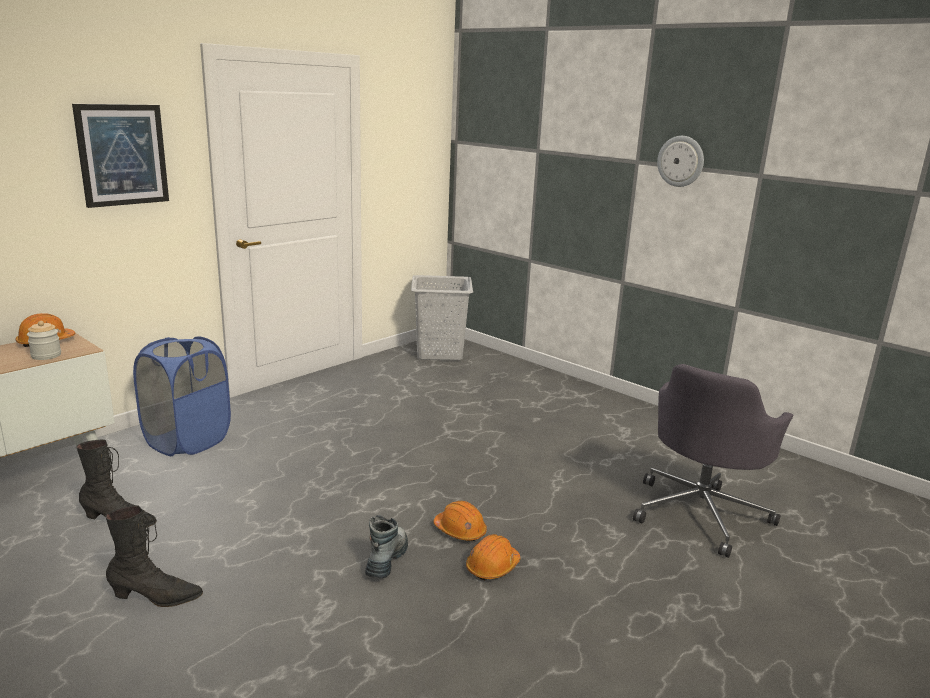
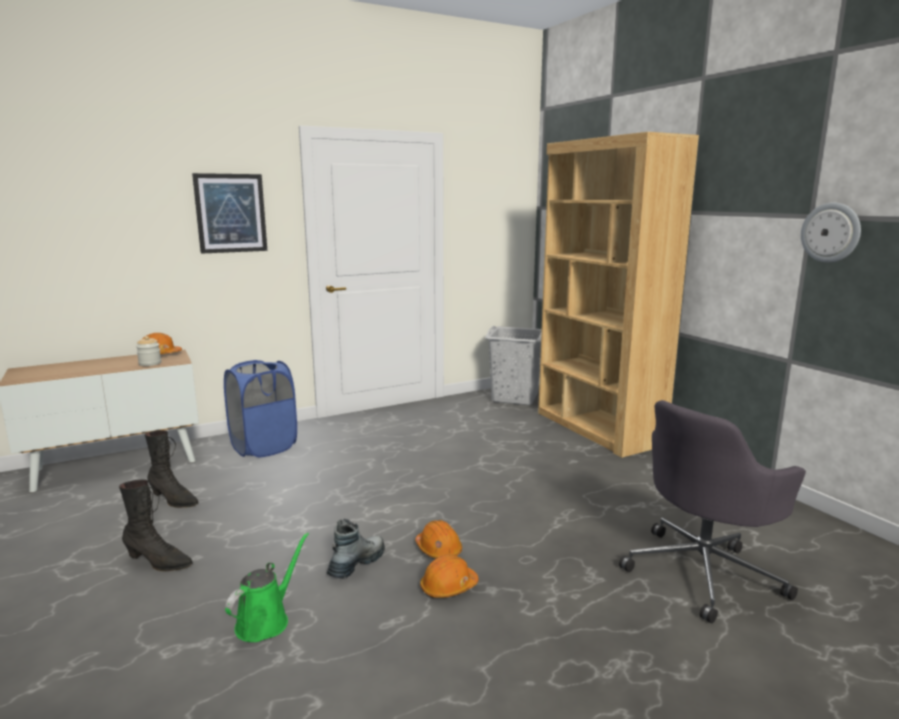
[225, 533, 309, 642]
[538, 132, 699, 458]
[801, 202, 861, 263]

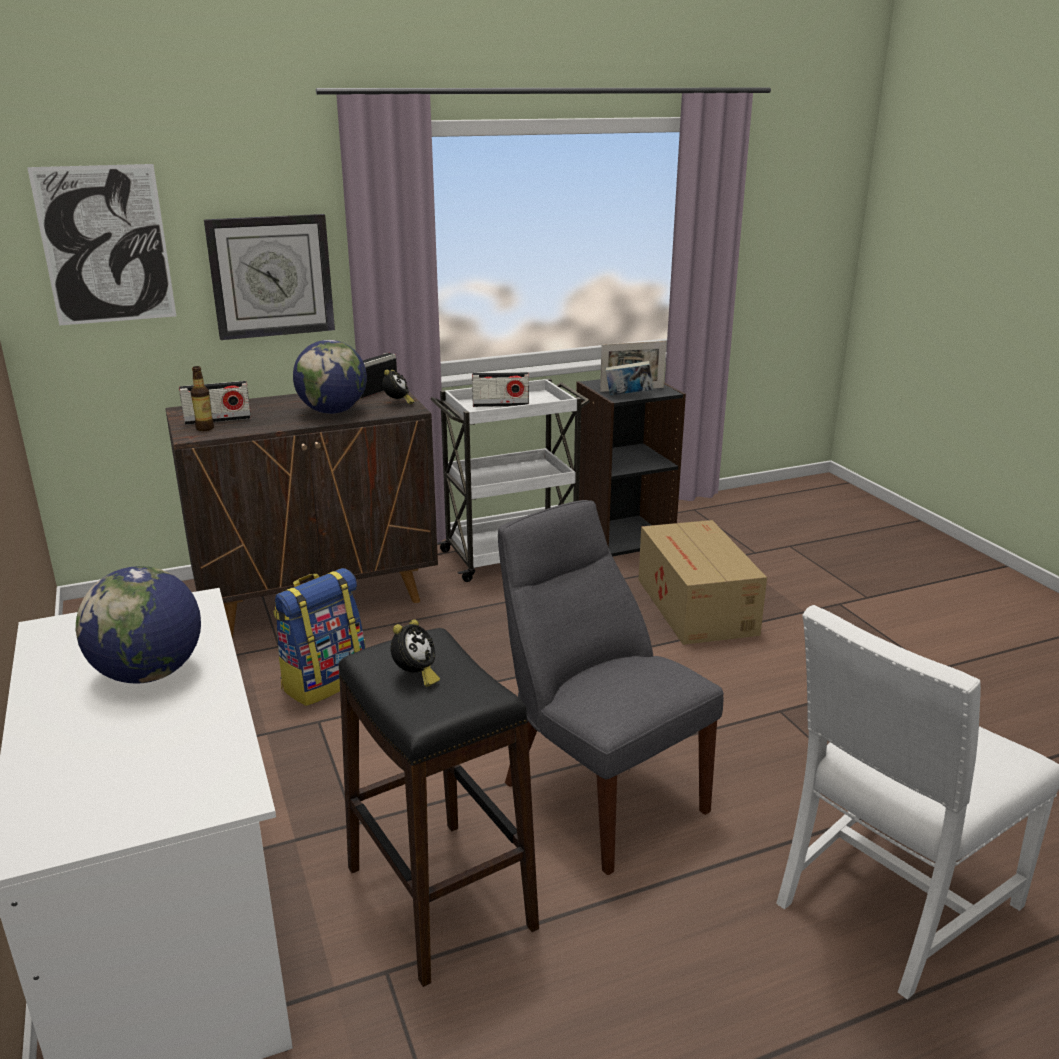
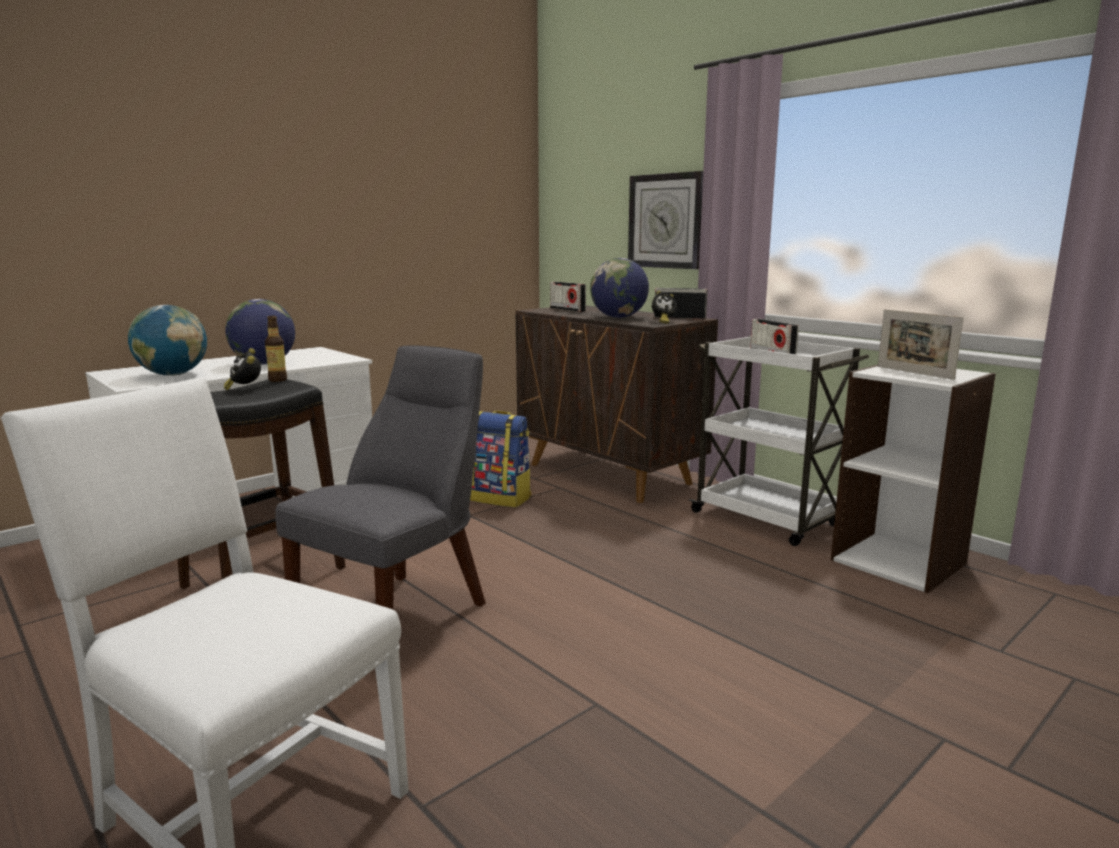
[128, 305, 207, 376]
[224, 348, 261, 390]
[265, 316, 287, 382]
[831, 365, 996, 593]
[27, 164, 176, 326] (first image)
[606, 361, 654, 395] (first image)
[638, 520, 767, 645] (first image)

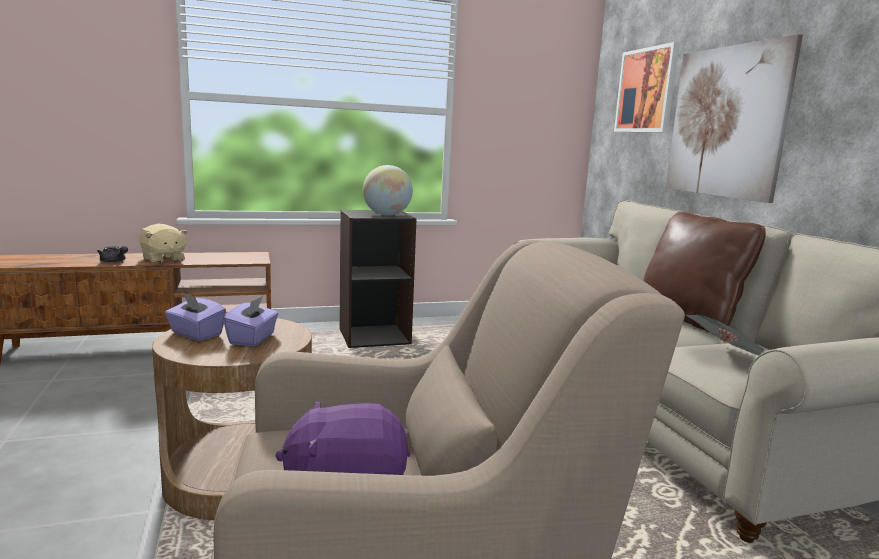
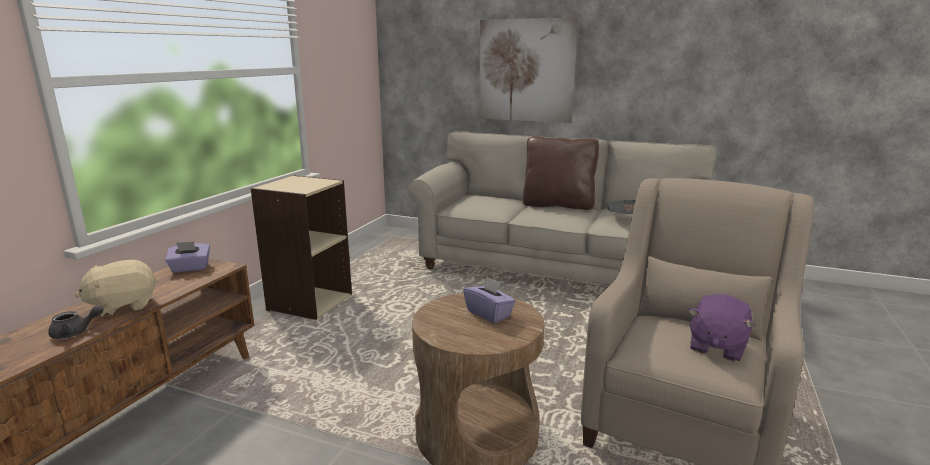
[75, 260, 157, 317]
[165, 241, 210, 273]
[251, 175, 352, 320]
[363, 165, 413, 216] (first image)
[614, 42, 679, 132] (first image)

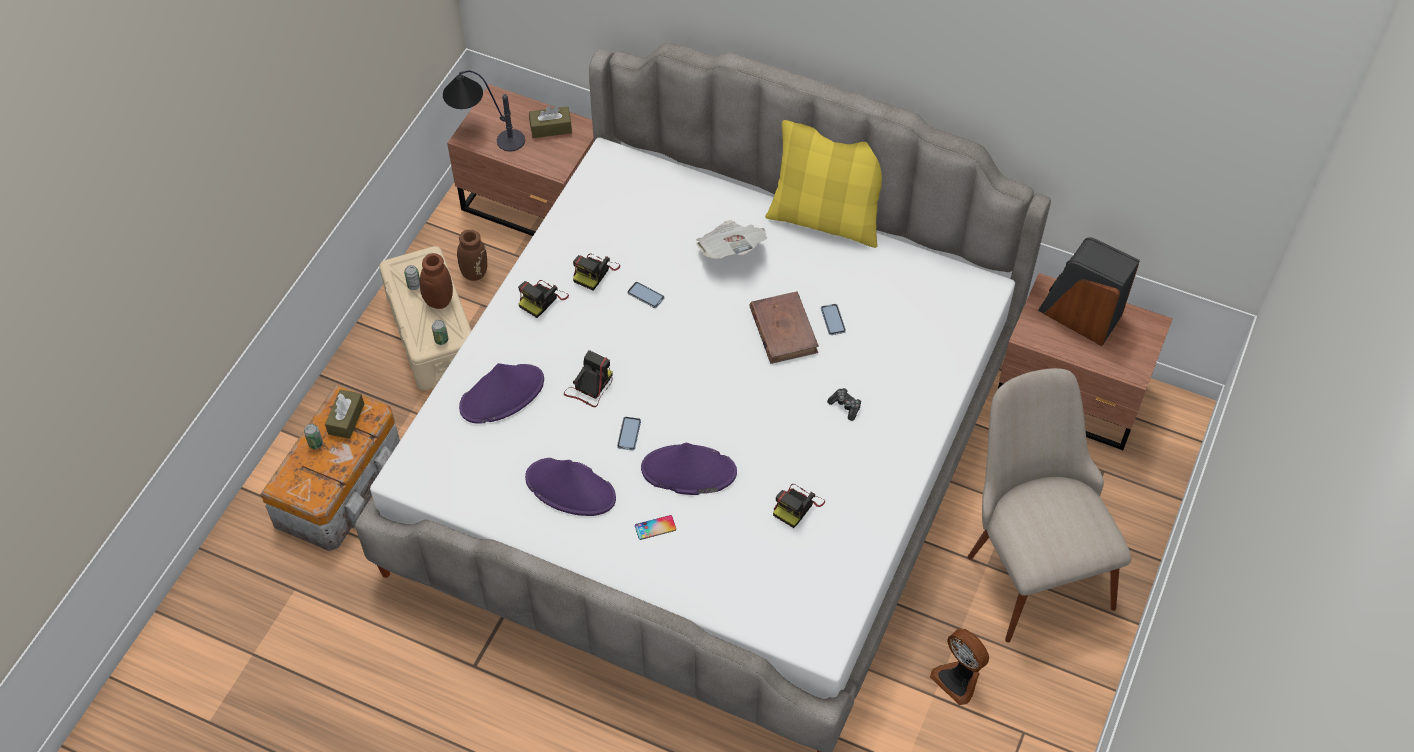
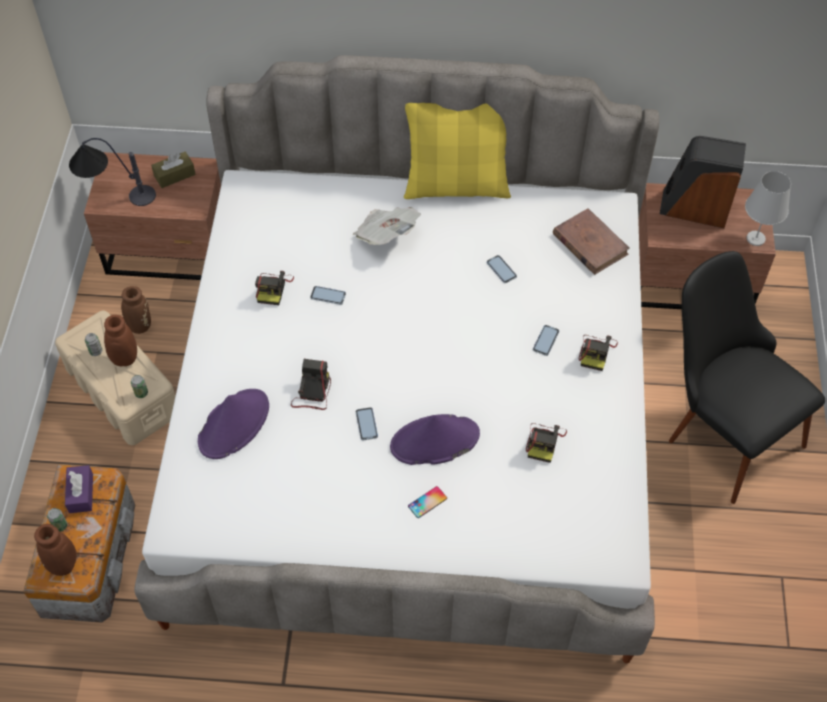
[34, 524, 77, 576]
[65, 465, 93, 513]
[533, 325, 559, 356]
[553, 208, 630, 275]
[579, 335, 618, 371]
[669, 251, 825, 504]
[745, 171, 791, 246]
[525, 458, 616, 516] (first image)
[930, 628, 989, 705] (first image)

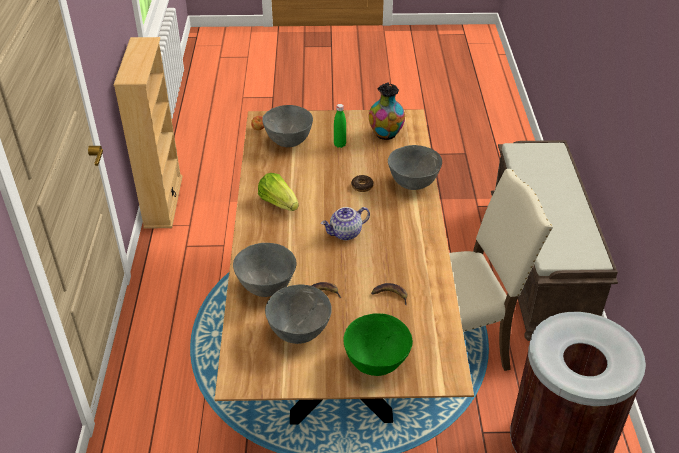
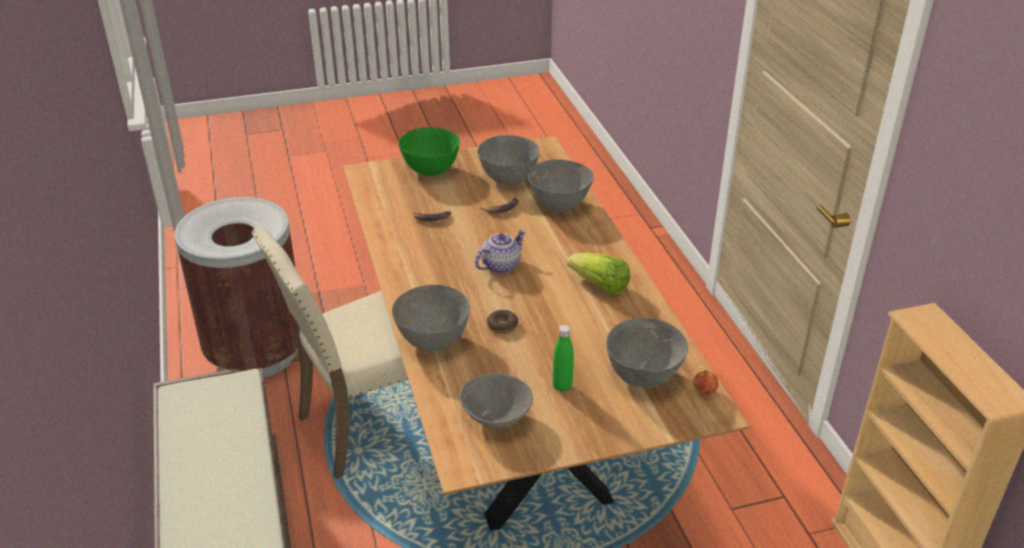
[460, 374, 533, 429]

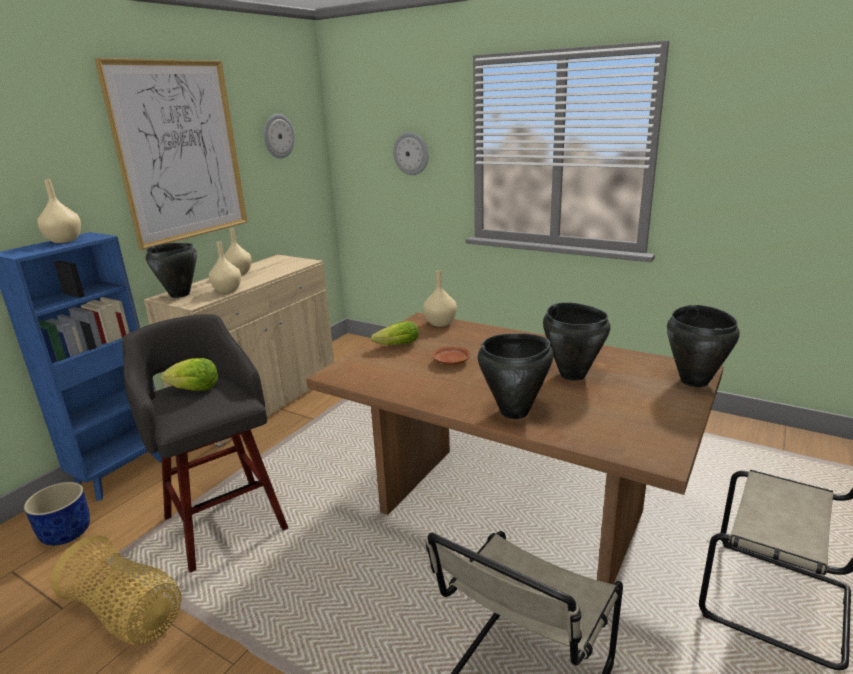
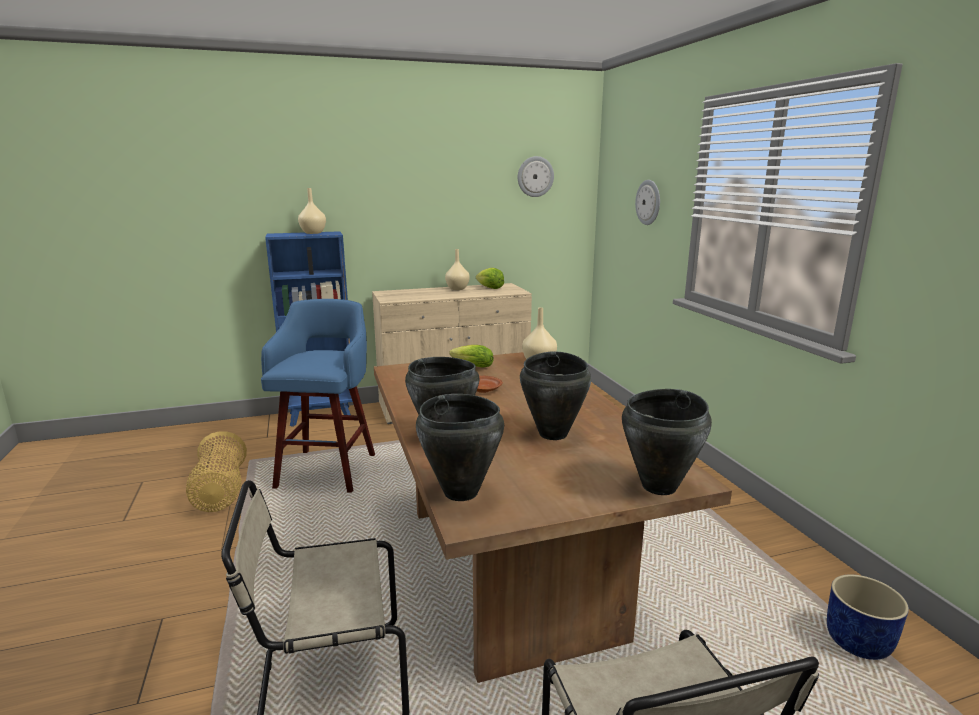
[261, 299, 375, 493]
[416, 394, 504, 501]
[476, 268, 504, 289]
[827, 574, 909, 660]
[95, 58, 248, 250] (first image)
[209, 241, 241, 293] (first image)

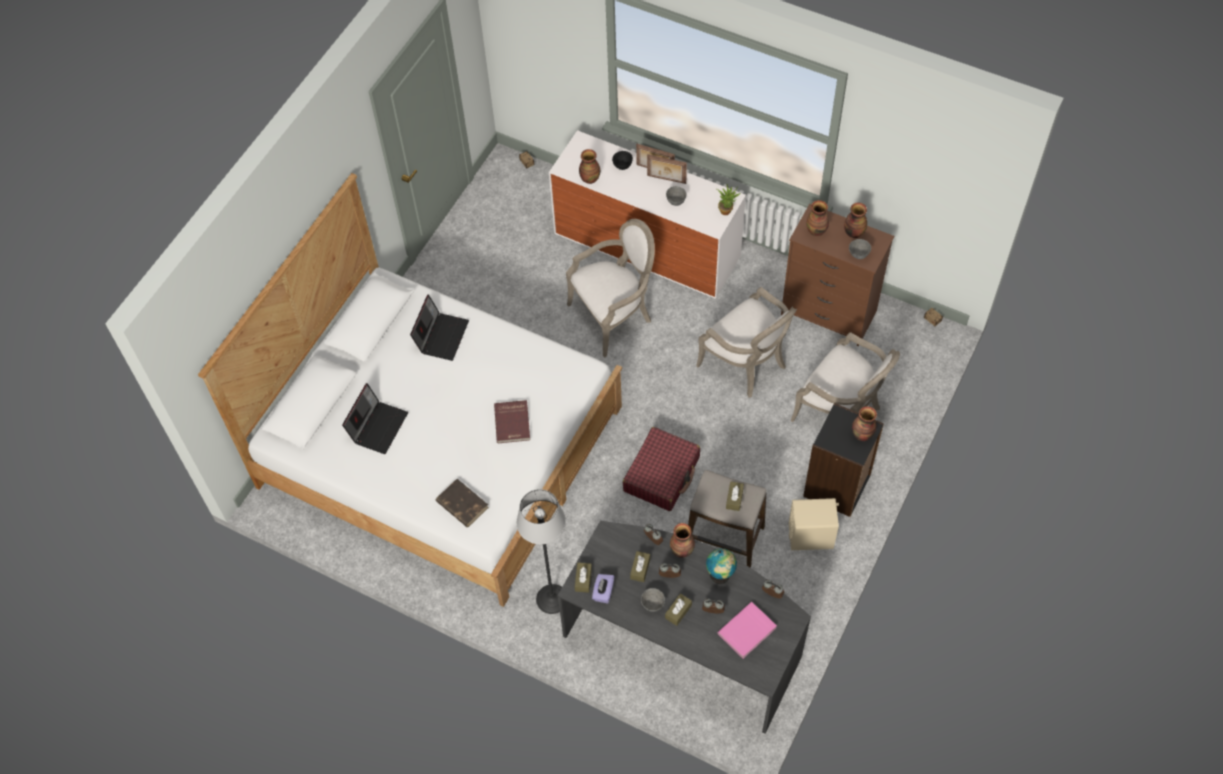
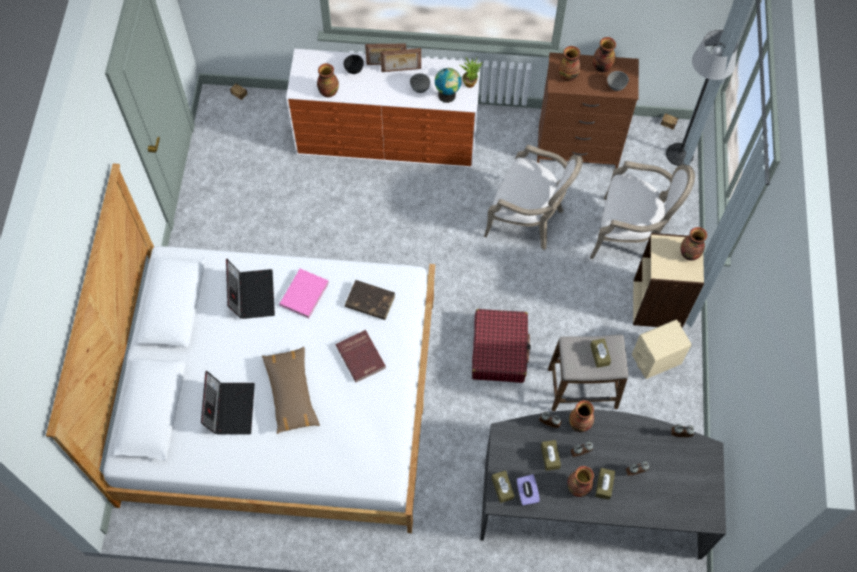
[262, 346, 320, 434]
[279, 269, 329, 318]
[345, 280, 395, 320]
[435, 68, 461, 103]
[567, 466, 594, 497]
[633, 233, 704, 328]
[666, 30, 738, 166]
[566, 219, 655, 358] (first image)

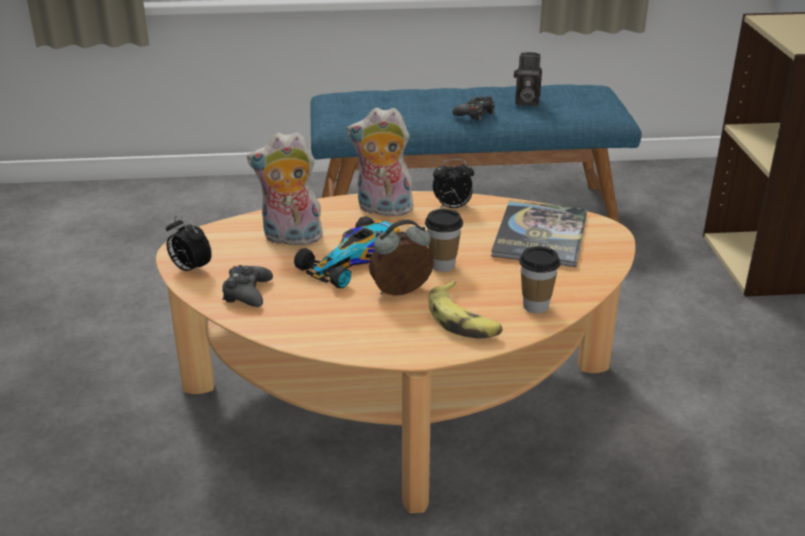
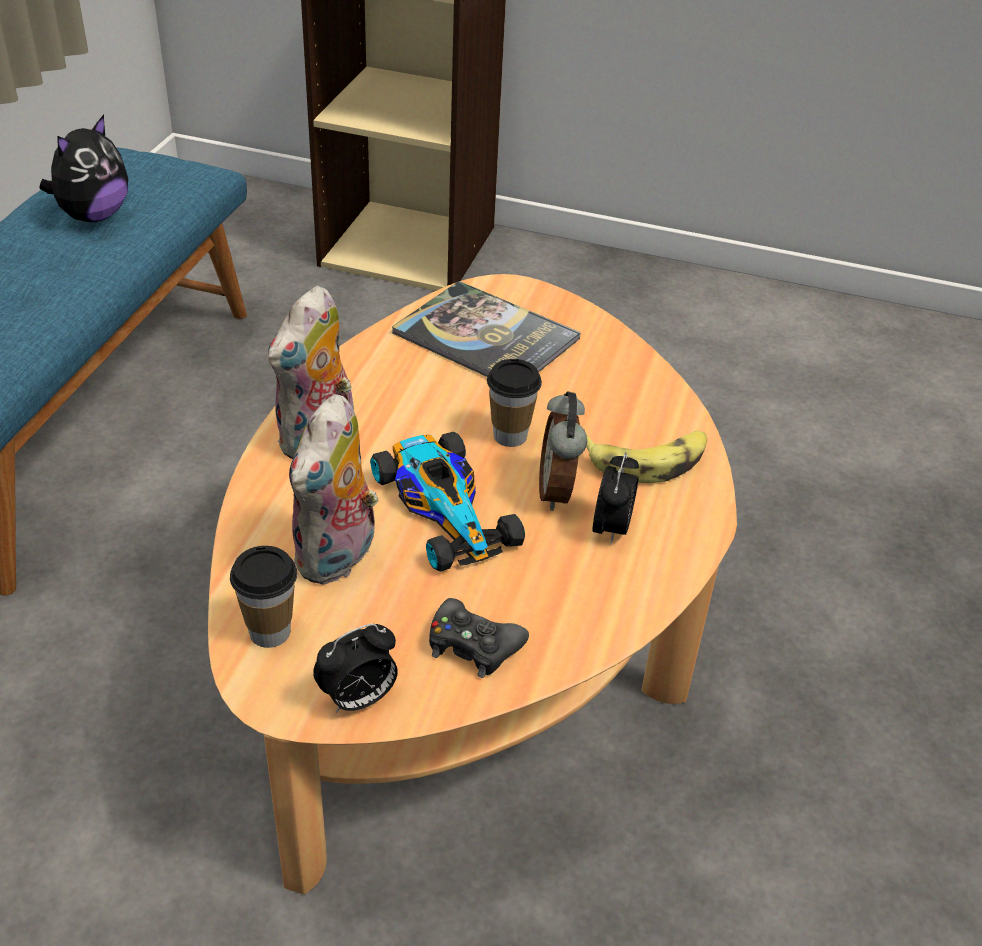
[39, 115, 128, 222]
[230, 546, 297, 648]
[593, 452, 639, 545]
[452, 95, 495, 121] (first image)

